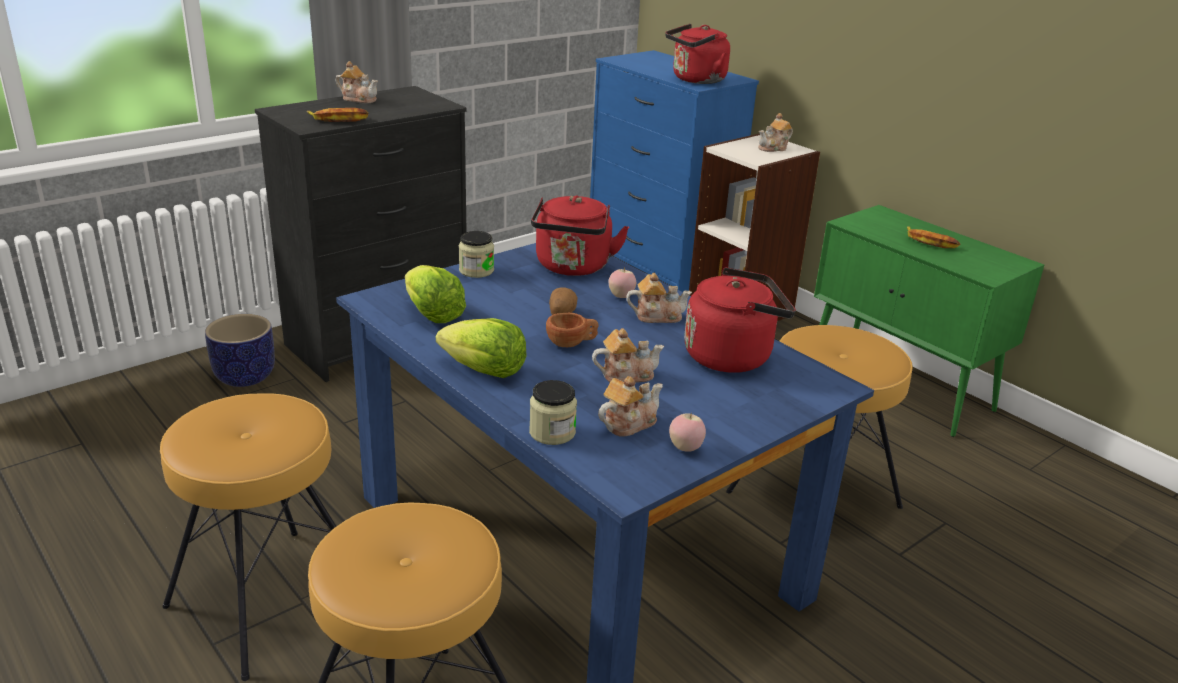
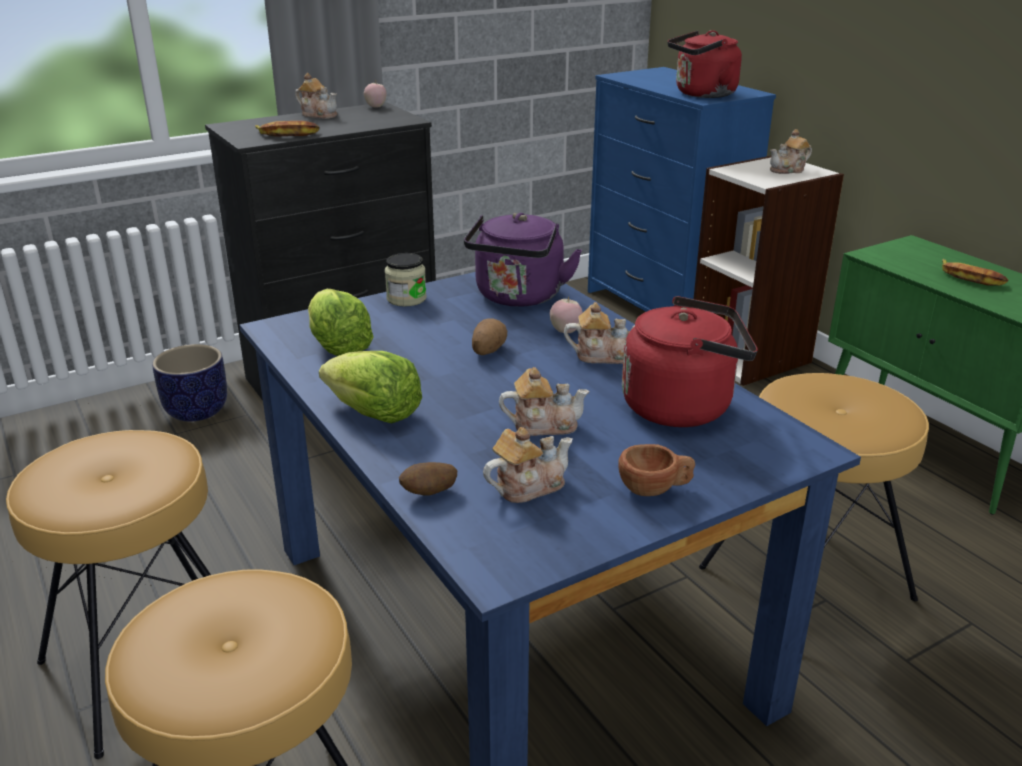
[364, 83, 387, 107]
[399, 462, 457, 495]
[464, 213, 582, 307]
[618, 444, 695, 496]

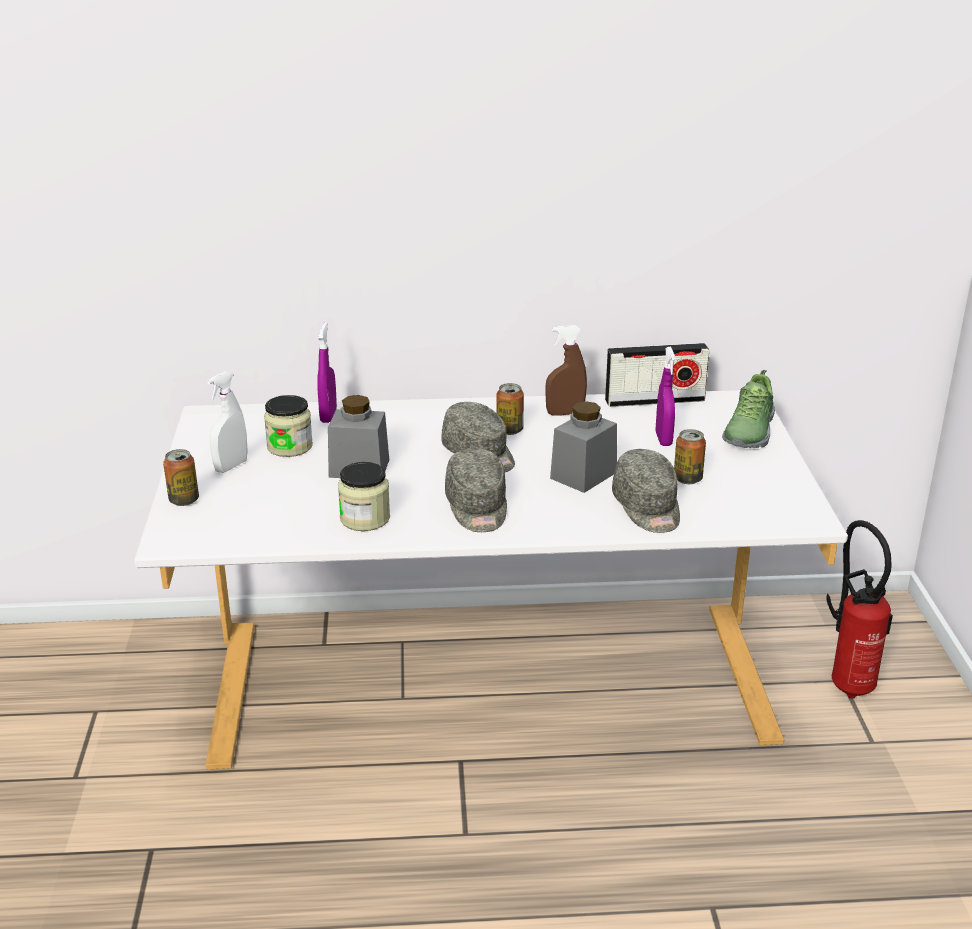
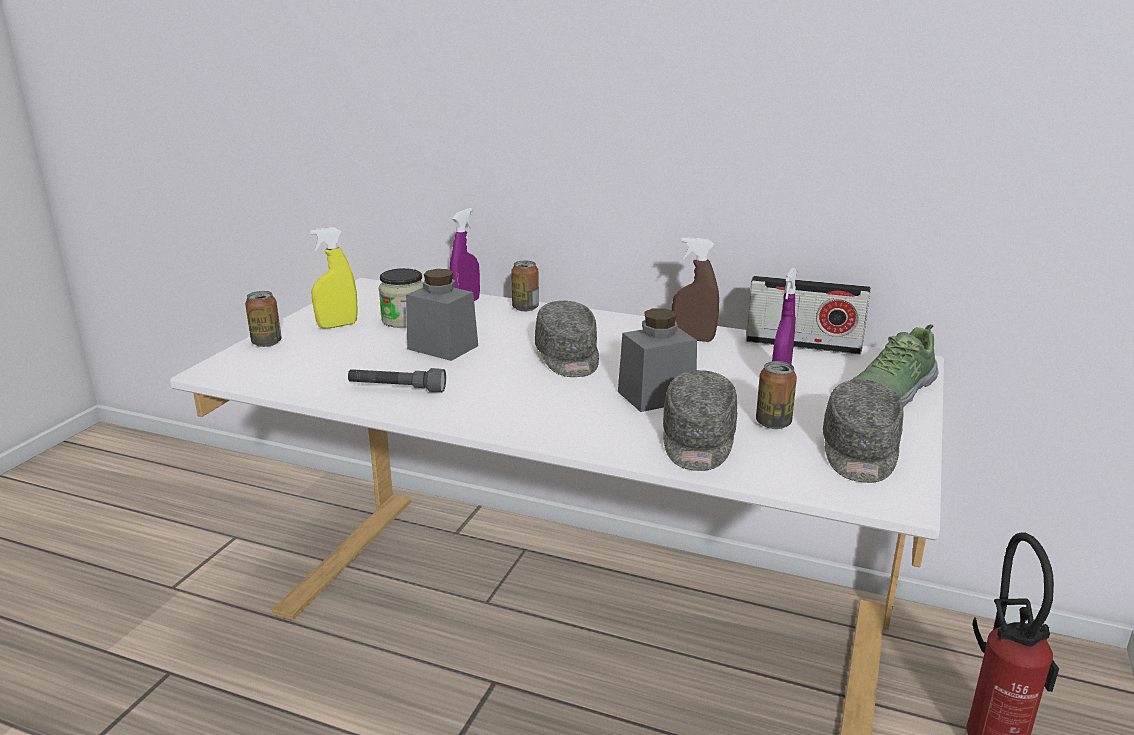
[310, 227, 358, 329]
[348, 368, 446, 392]
[511, 261, 539, 311]
[823, 380, 904, 483]

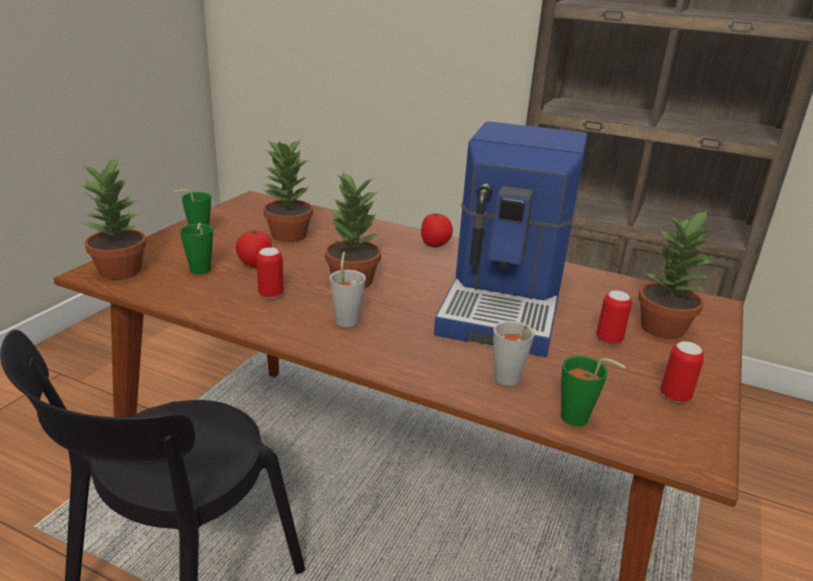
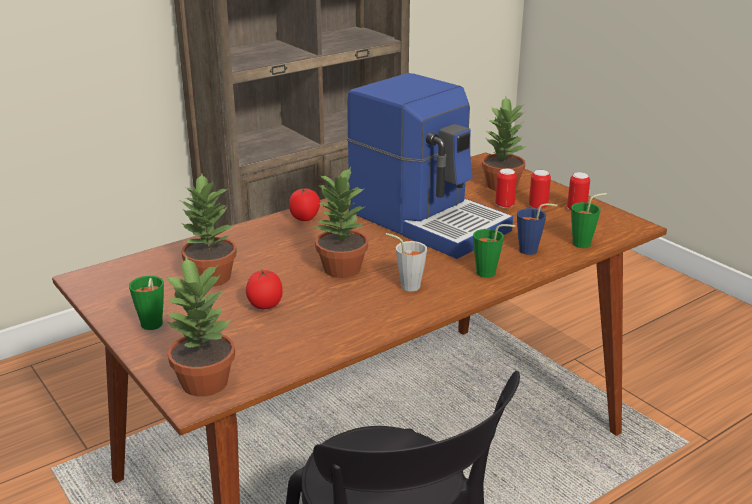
[473, 224, 515, 278]
[517, 204, 557, 255]
[529, 170, 551, 210]

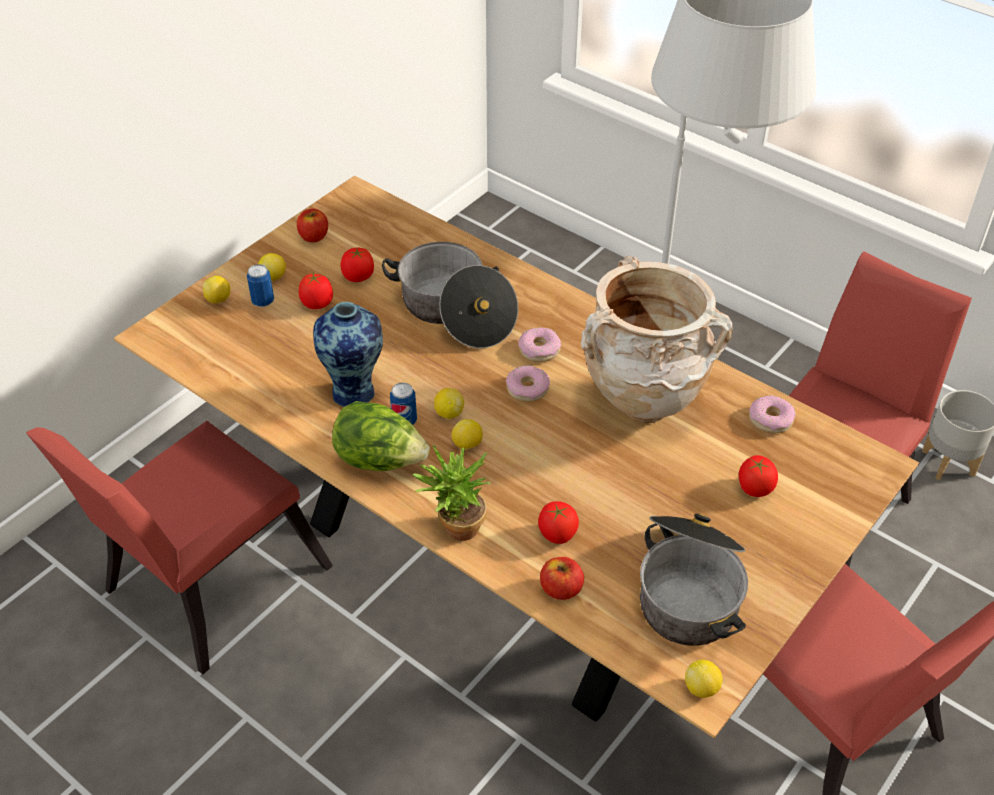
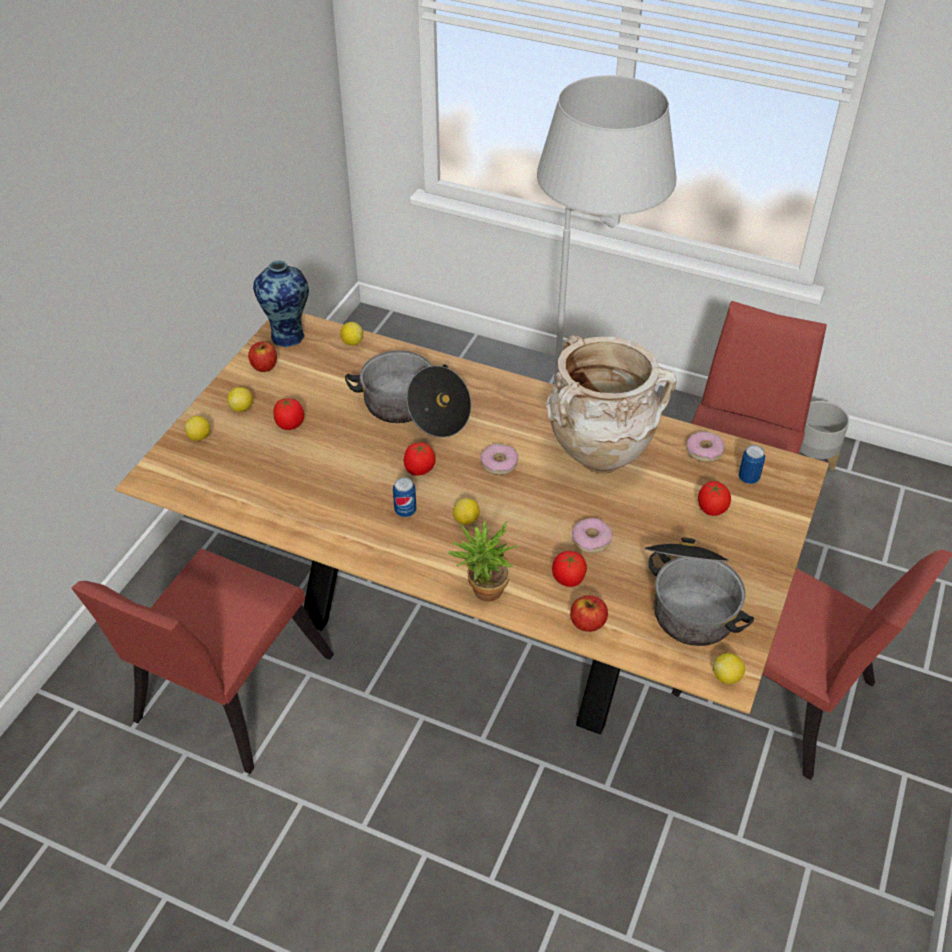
[253, 261, 309, 348]
[340, 322, 363, 346]
[404, 442, 435, 476]
[572, 518, 613, 553]
[738, 445, 765, 484]
[332, 401, 430, 471] (first image)

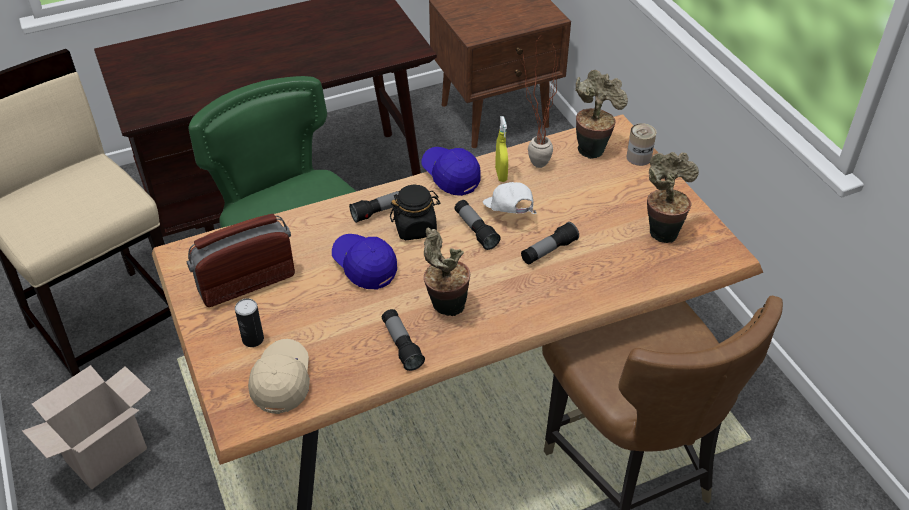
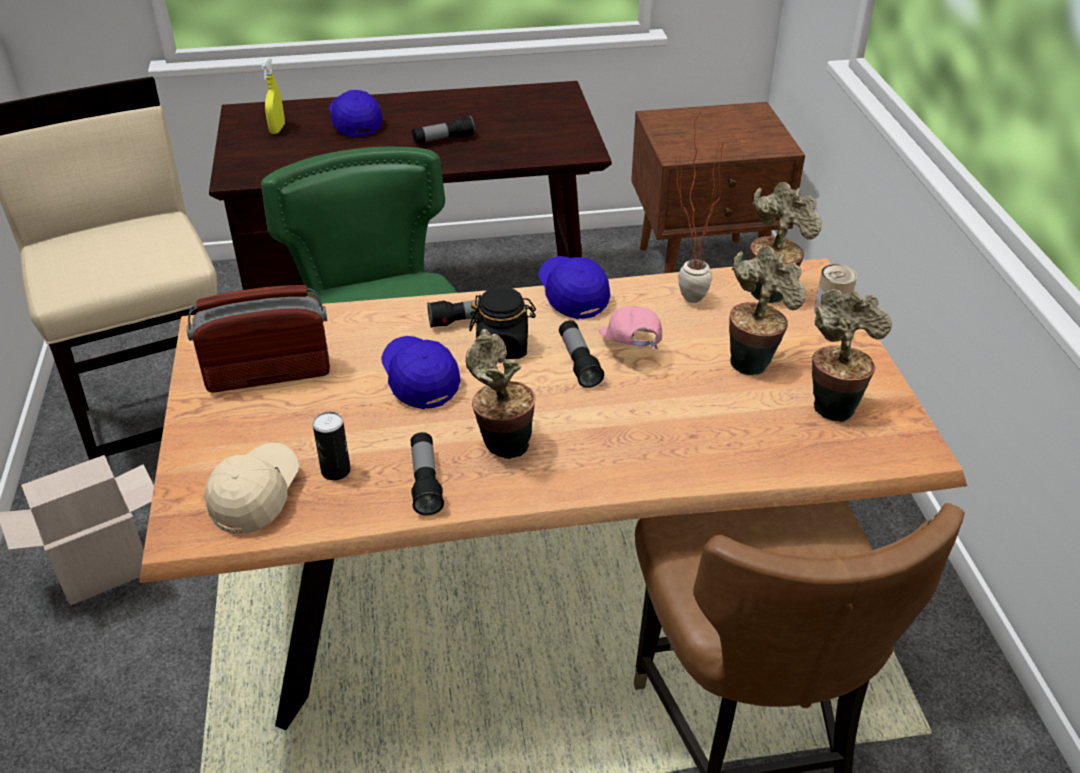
[261, 58, 285, 134]
[313, 412, 351, 480]
[329, 90, 383, 138]
[412, 115, 475, 144]
[599, 306, 662, 350]
[729, 246, 806, 375]

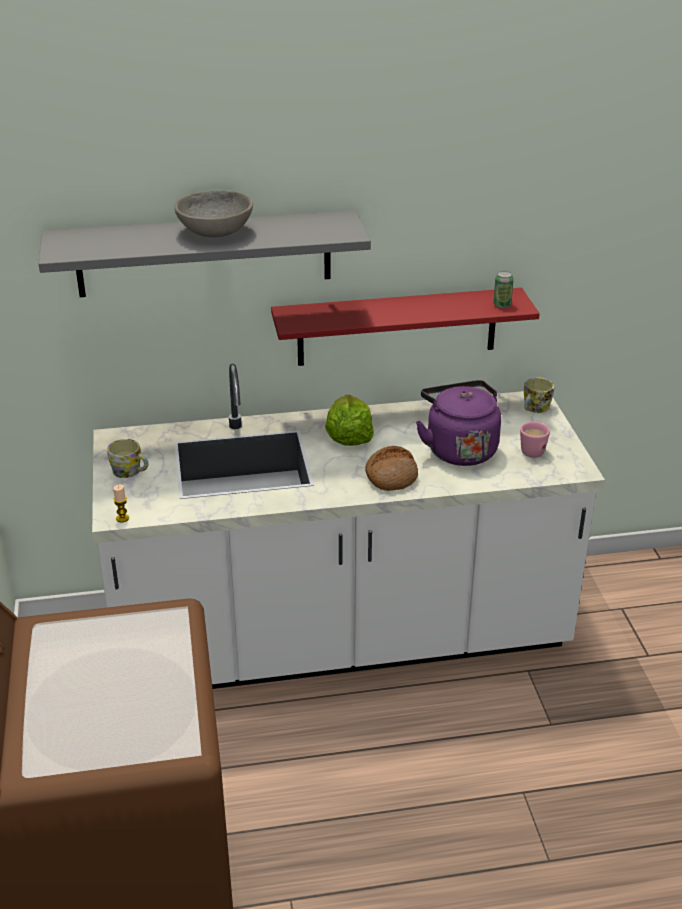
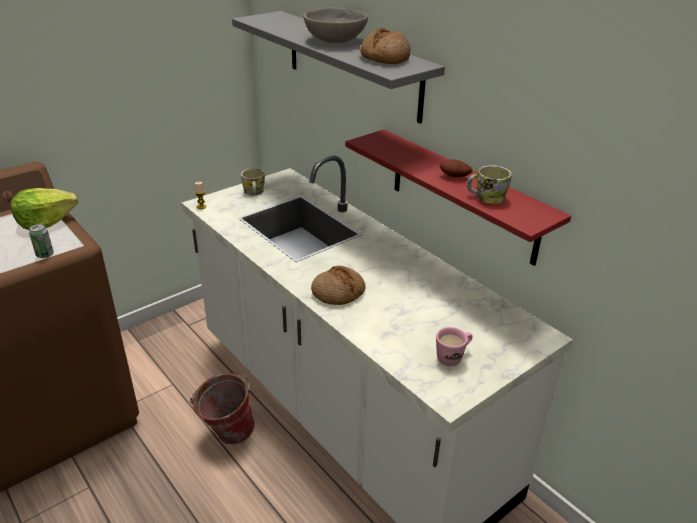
[11, 188, 78, 230]
[29, 224, 54, 258]
[190, 373, 255, 444]
[360, 28, 410, 64]
[440, 159, 473, 177]
[467, 165, 512, 204]
[416, 380, 501, 466] (first image)

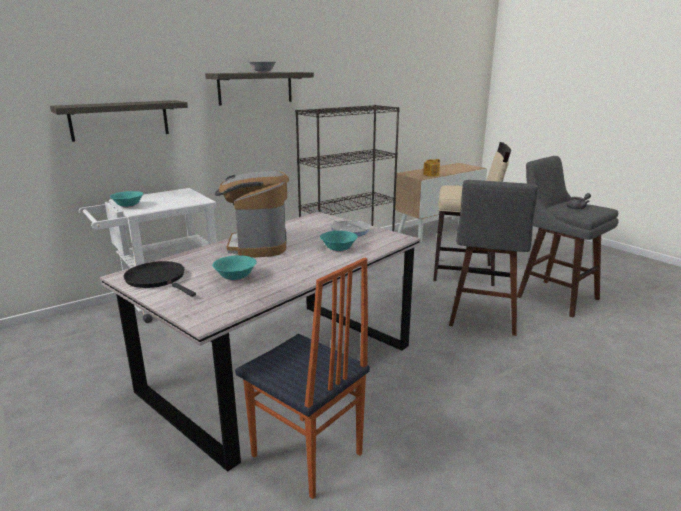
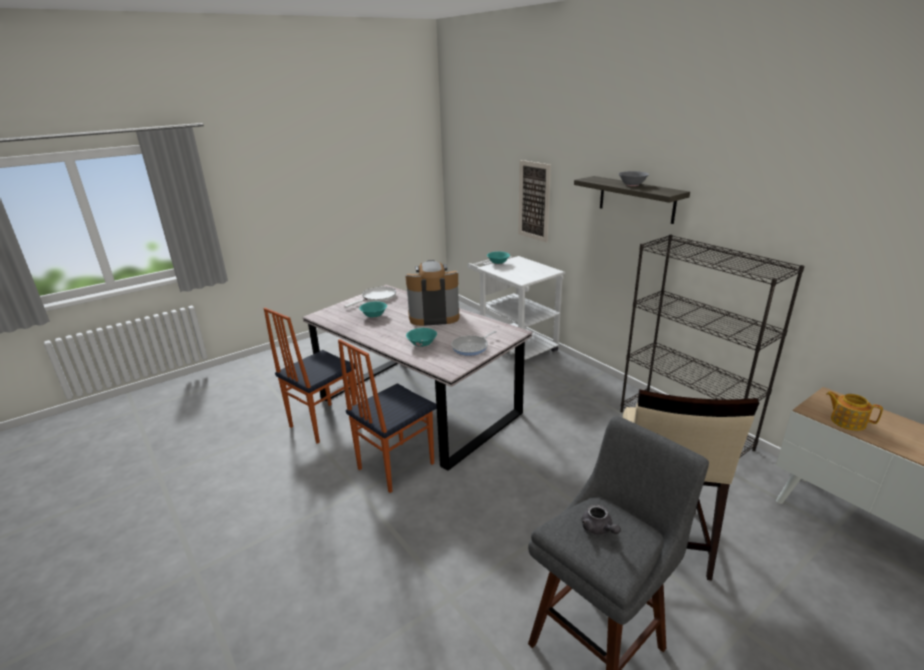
[338, 339, 436, 493]
[344, 287, 396, 308]
[518, 160, 551, 243]
[449, 180, 538, 336] (first image)

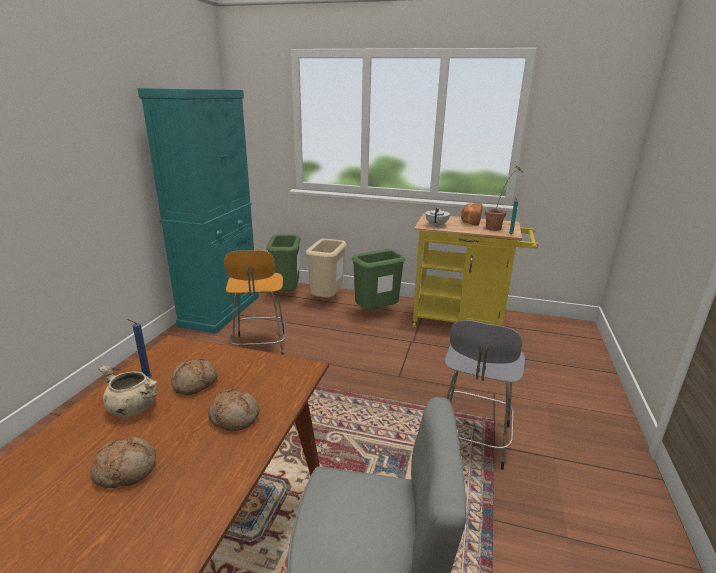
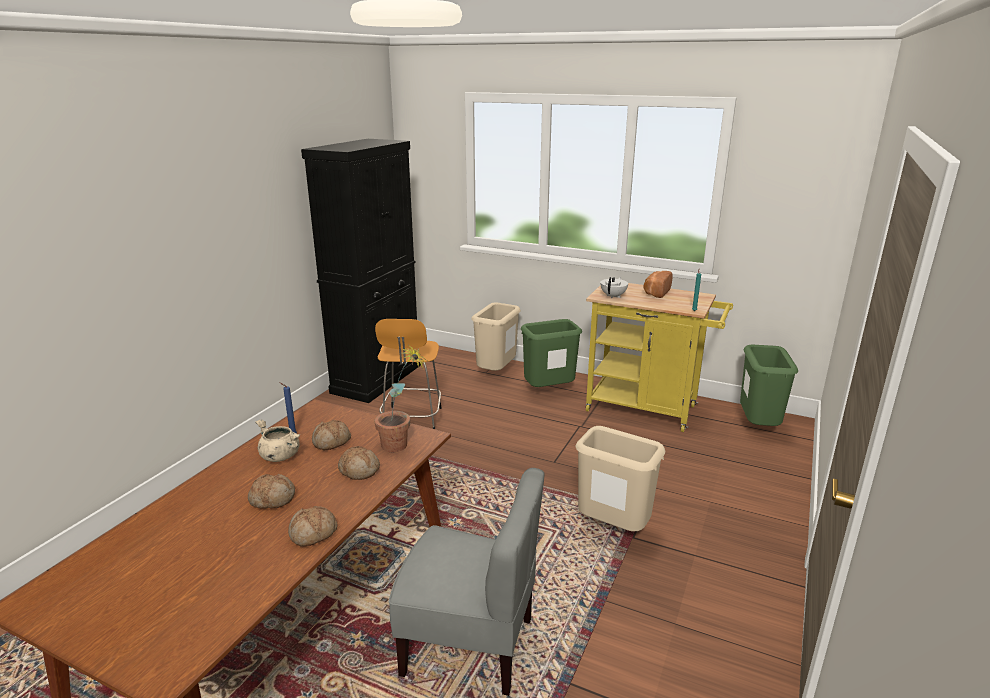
[288, 506, 338, 547]
[301, 139, 421, 403]
[374, 347, 427, 452]
[575, 426, 666, 531]
[740, 345, 798, 426]

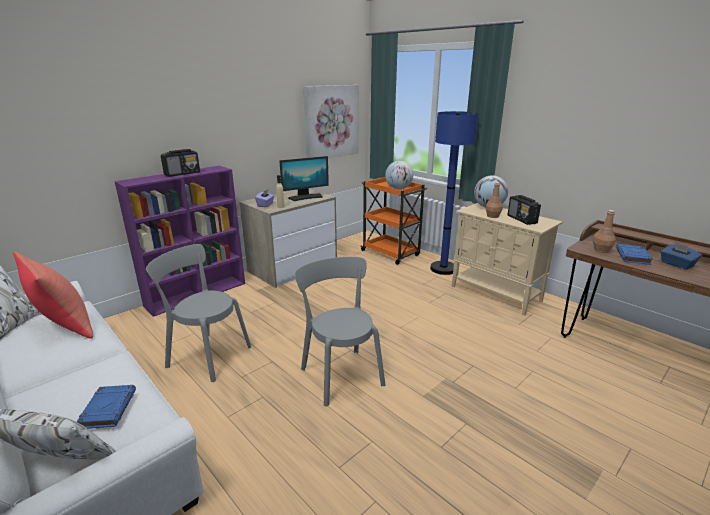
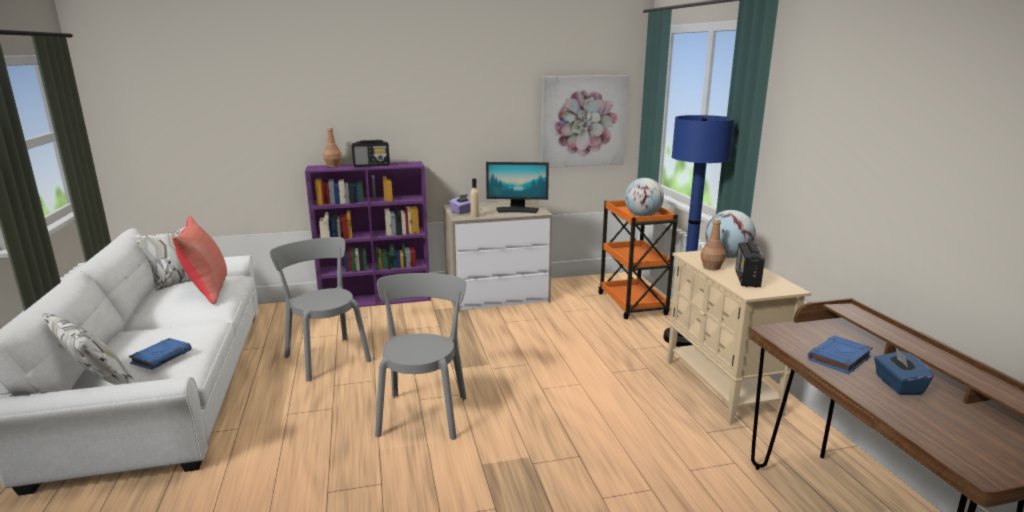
[323, 127, 342, 167]

